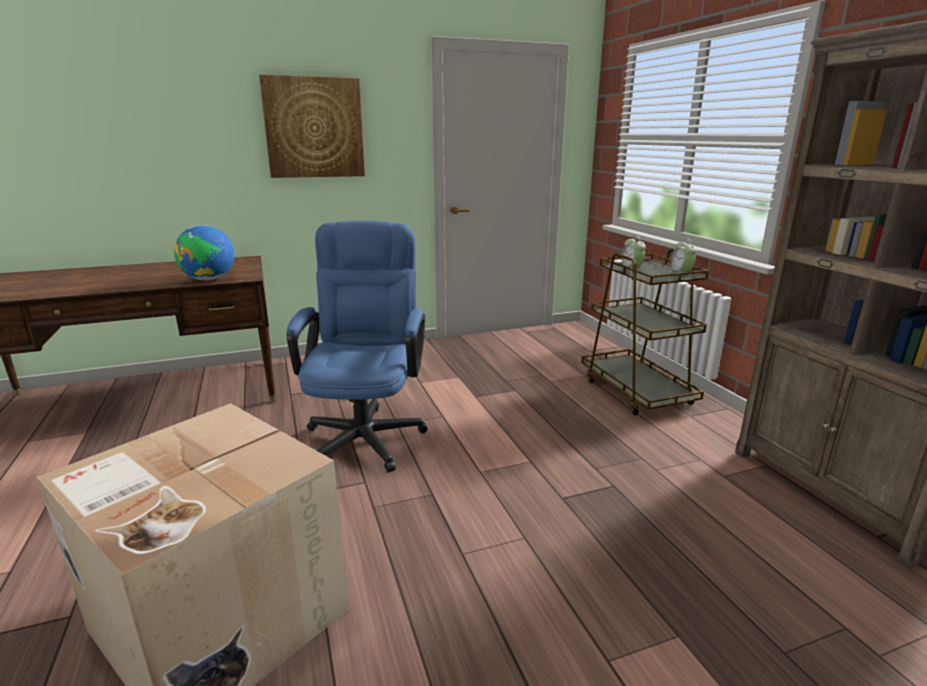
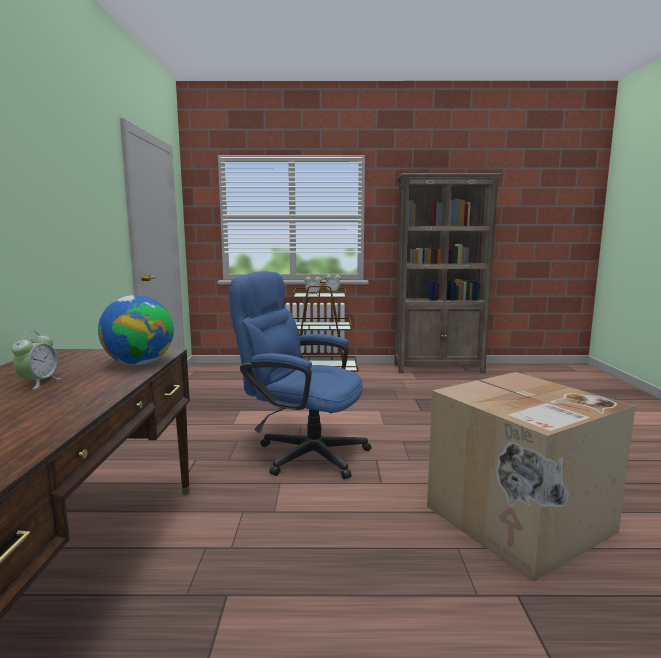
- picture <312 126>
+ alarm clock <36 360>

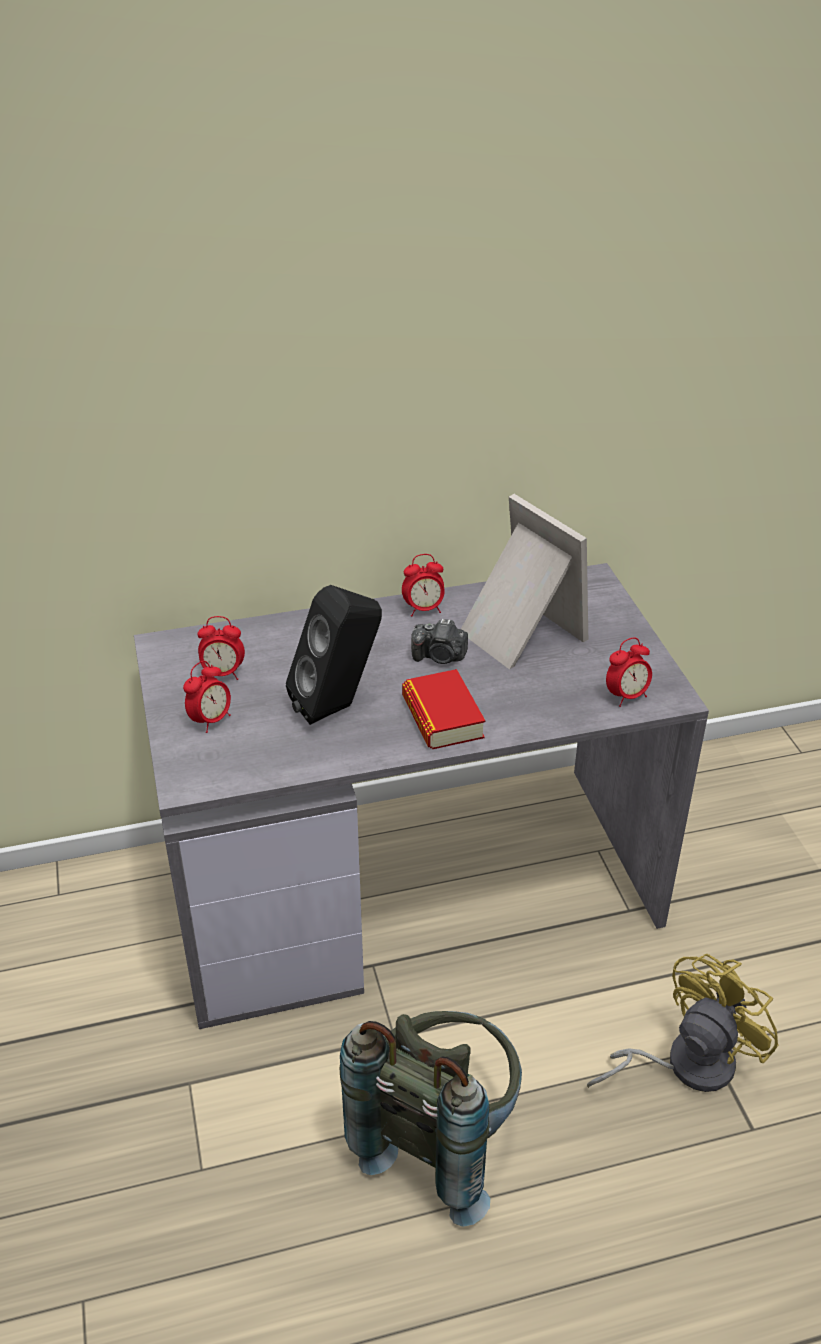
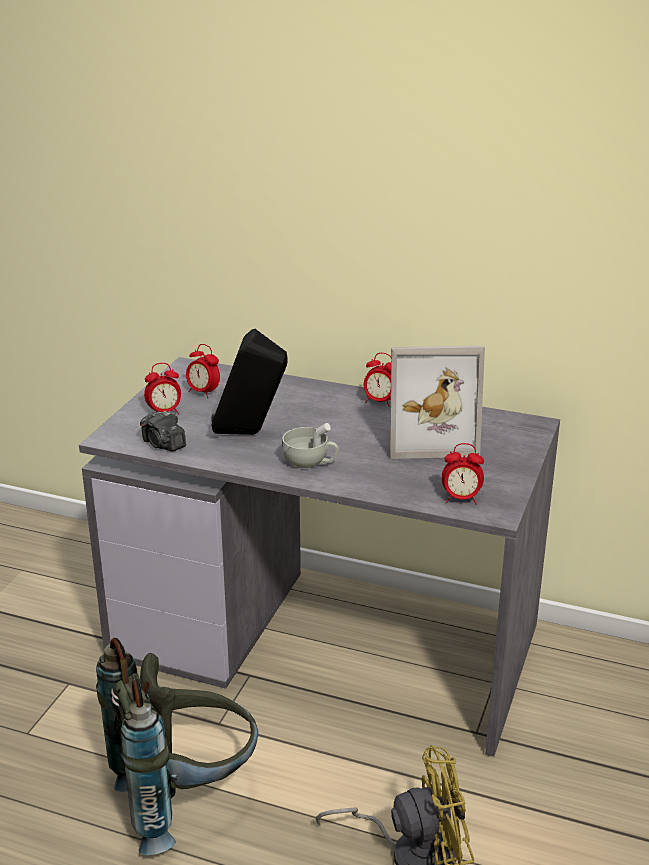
~ book <443 709> to cup in white <310 445>
~ photo camera <439 641> to <163 431>
~ picture frame <524 581> = <437 402> 90 degrees clockwise

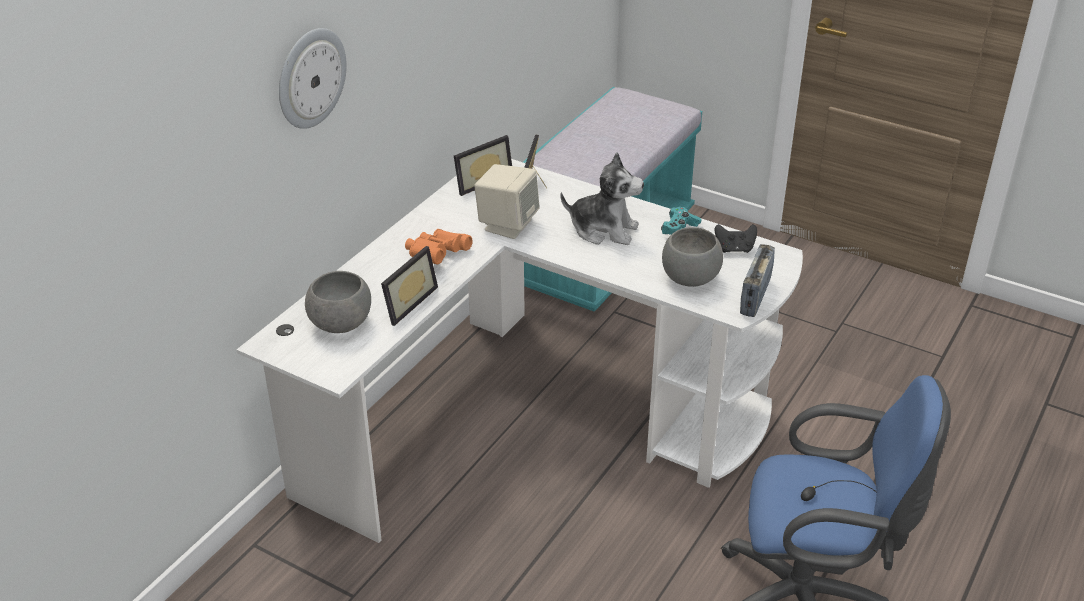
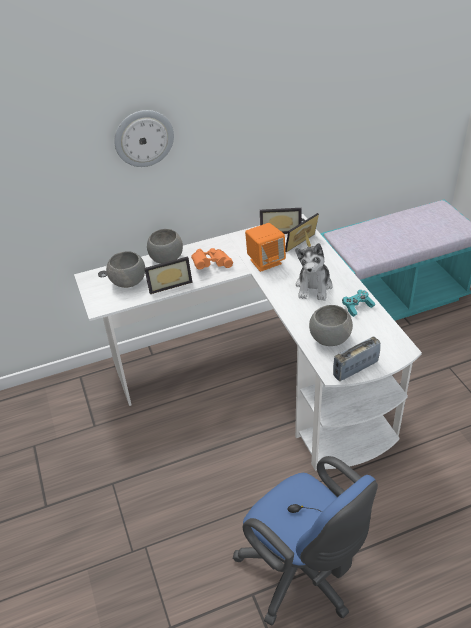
~ speaker in beige <507 201> to speaker in orange <265 247>
~ plush toy <602 198> = <314 272> 45 degrees clockwise
- game controller in black <736 238>
+ bowl in grey <165 246>

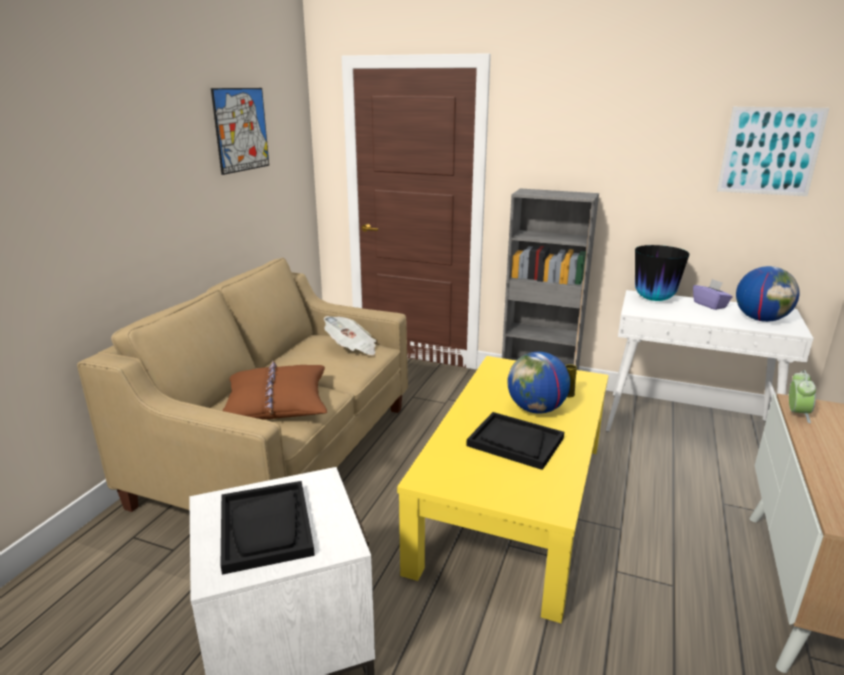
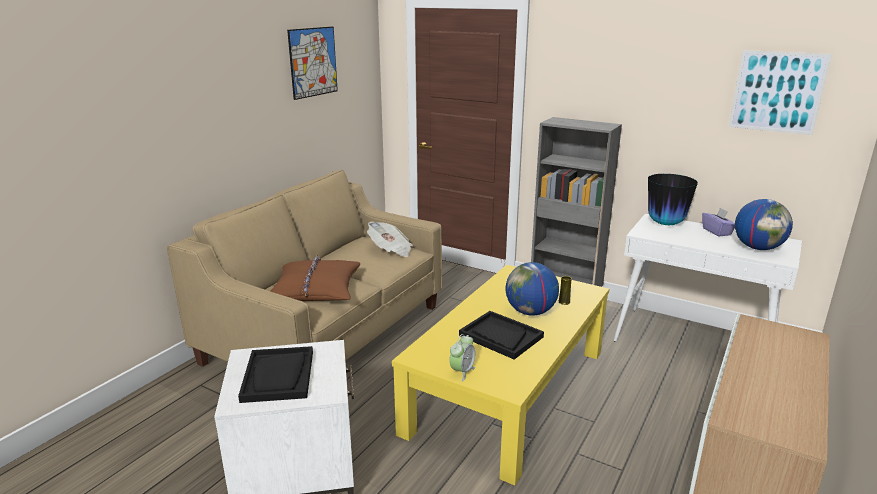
~ alarm clock <802 396> to <462 357>

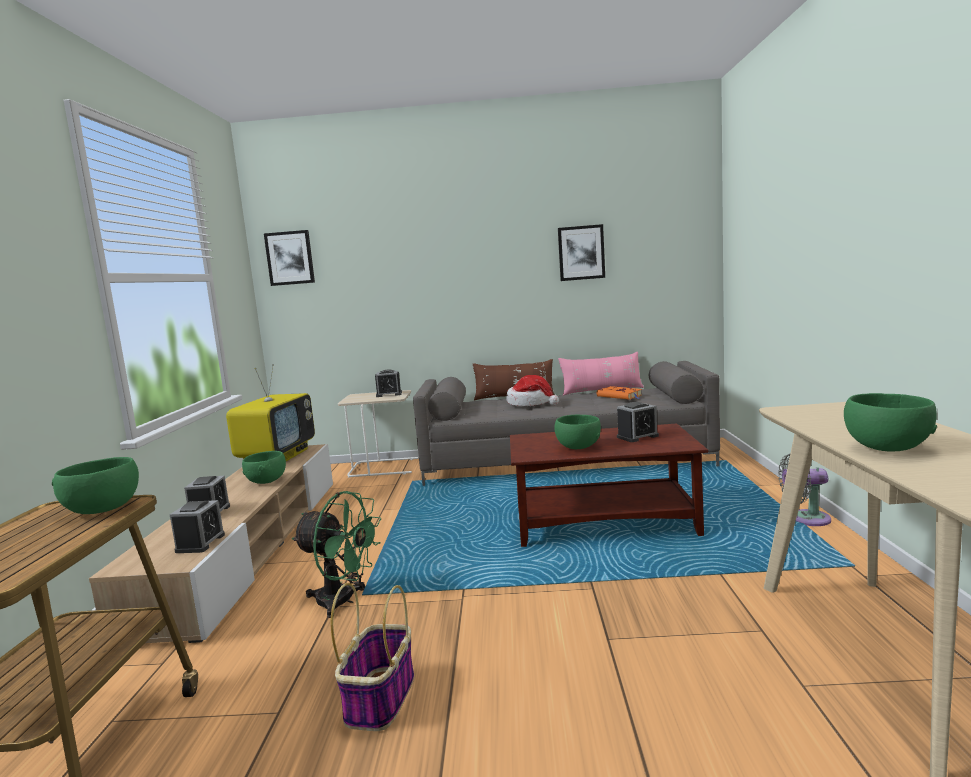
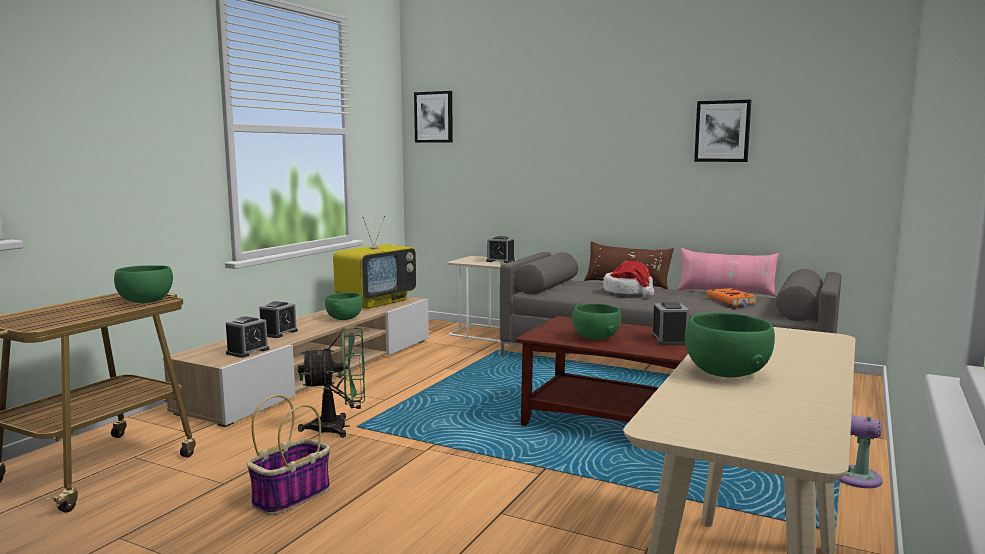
~ fan in green <337 554> = <331 383> 60 degrees counterclockwise
~ alarm clock <638 422> = <670 324> 90 degrees counterclockwise

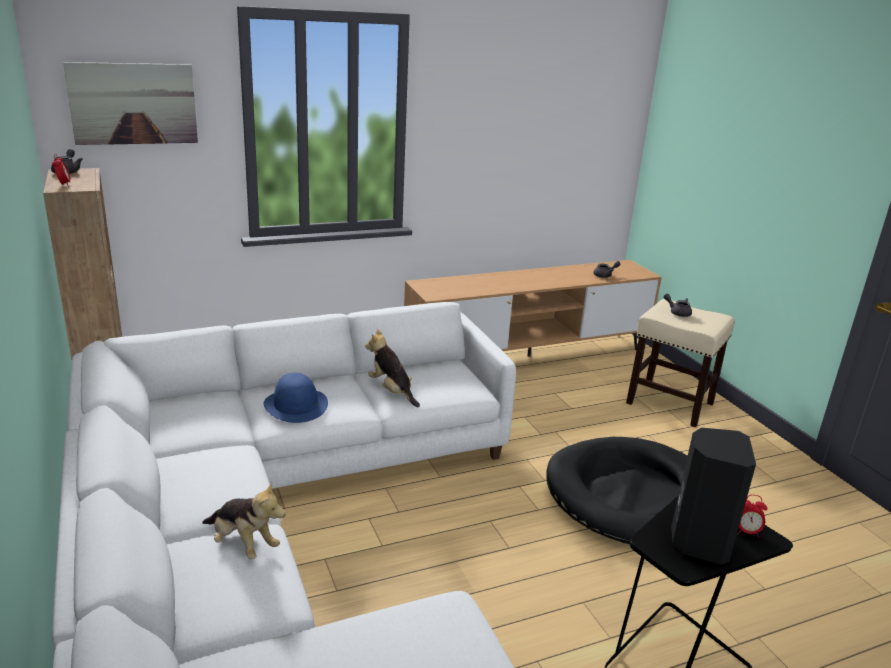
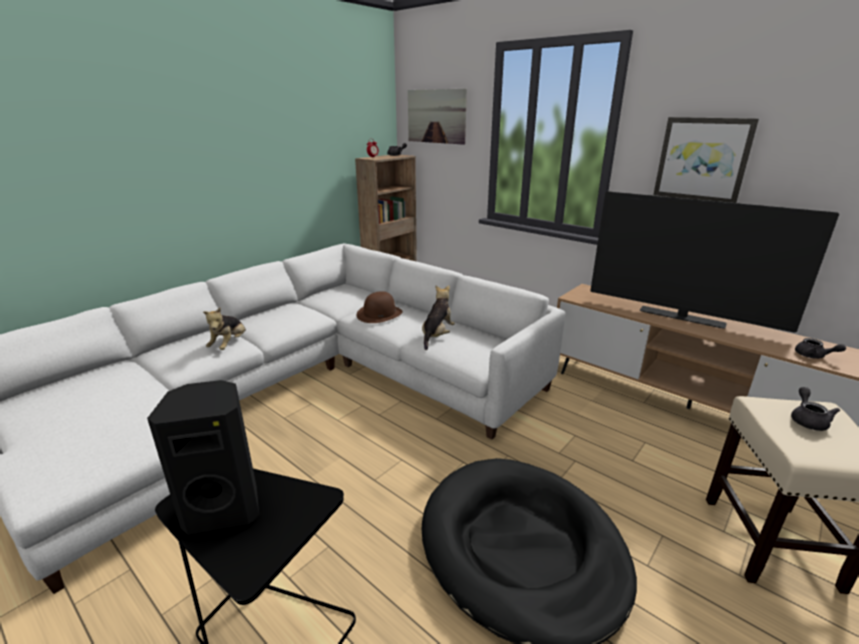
~ hat in blue <296 398> to hat in brown <380 307>
- alarm clock <752 516>
+ television <714 262>
+ picture <706 160>

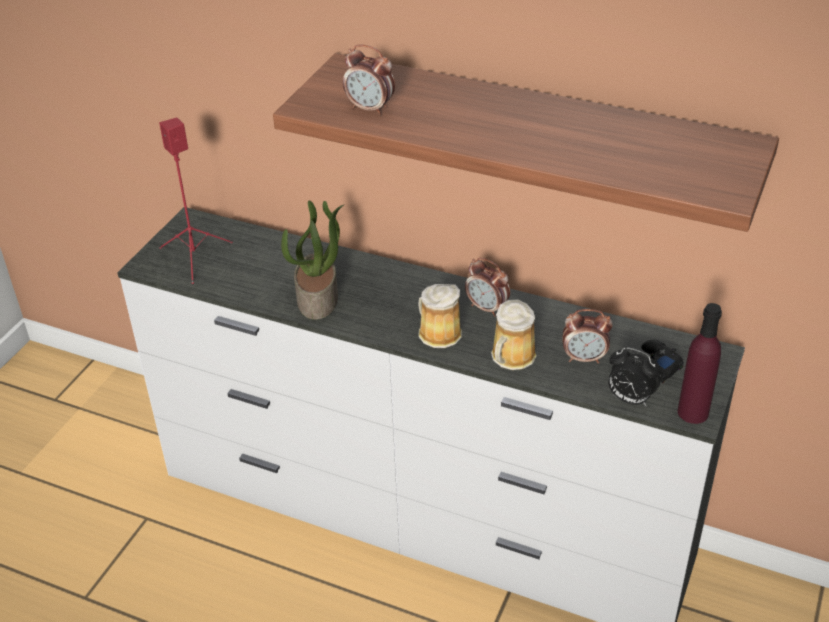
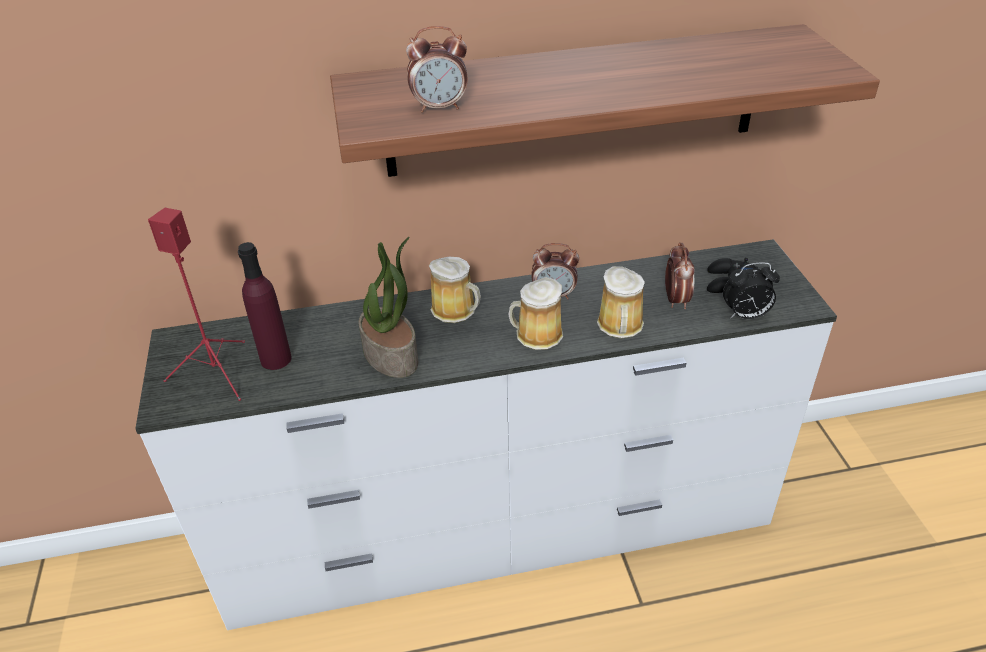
~ alarm clock <587 336> = <680 276> 60 degrees counterclockwise
~ bottle in purple <699 363> to <265 306>
+ mug <455 290>

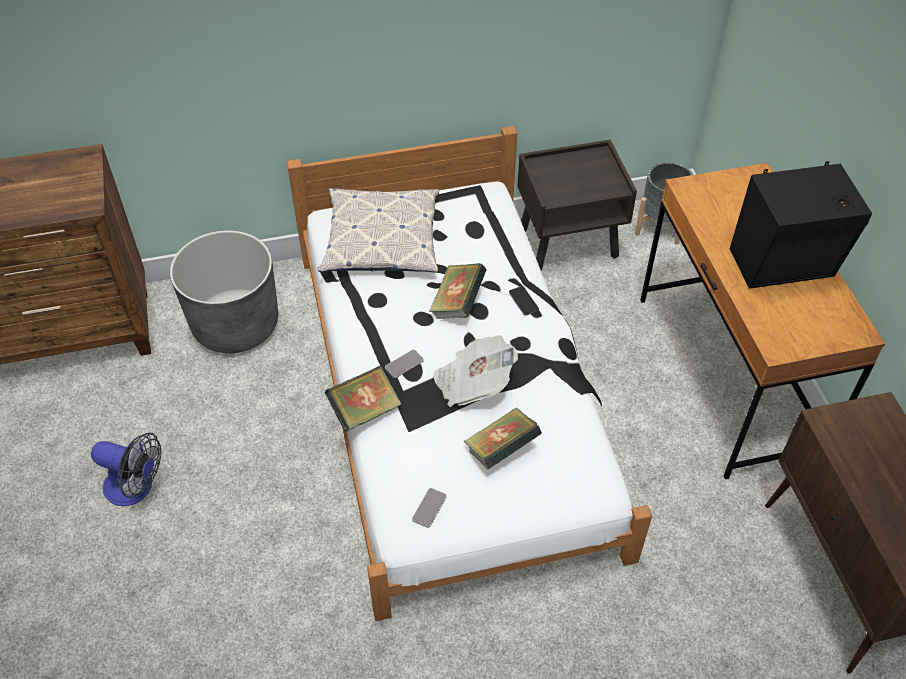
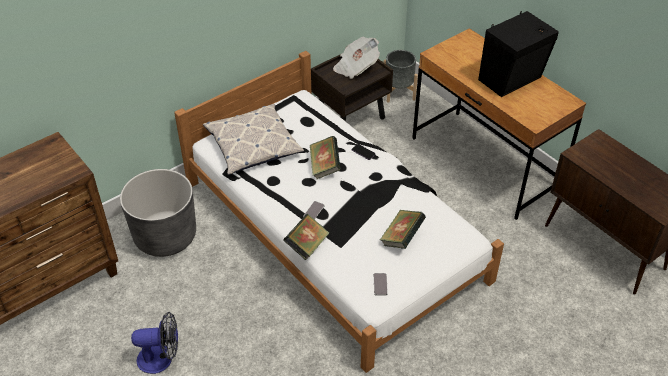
~ newspaper <475 371> to <356 58>

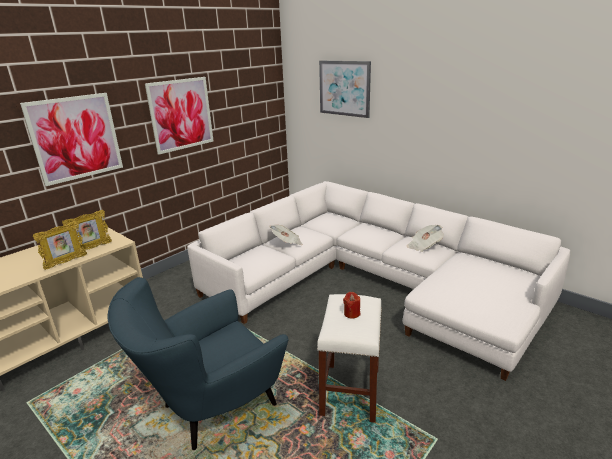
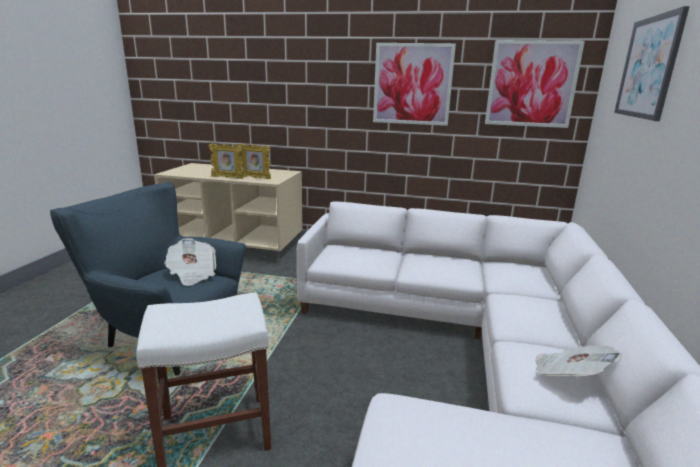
~ picture <71 139> to <535 84>
~ newspaper <286 235> to <190 262>
- candle in red <351 305>

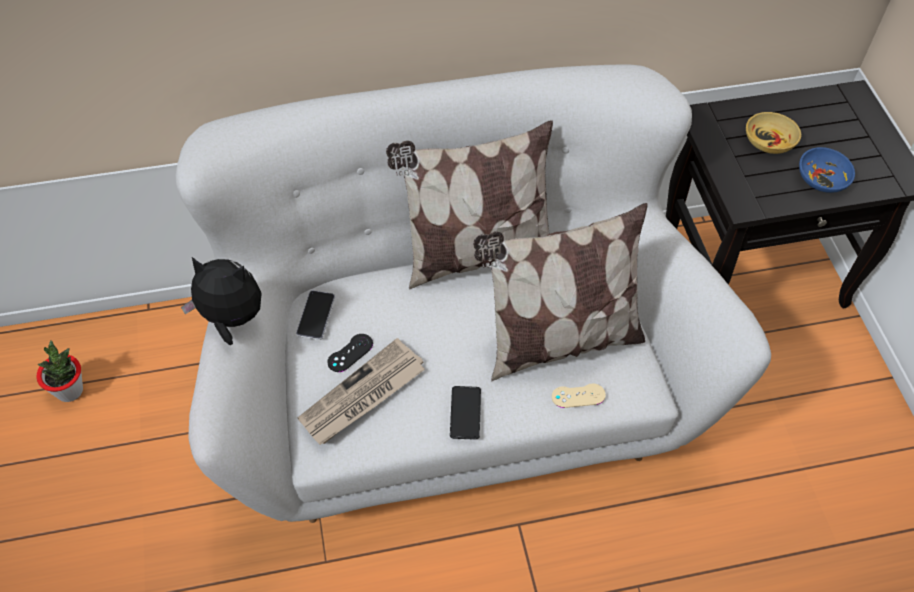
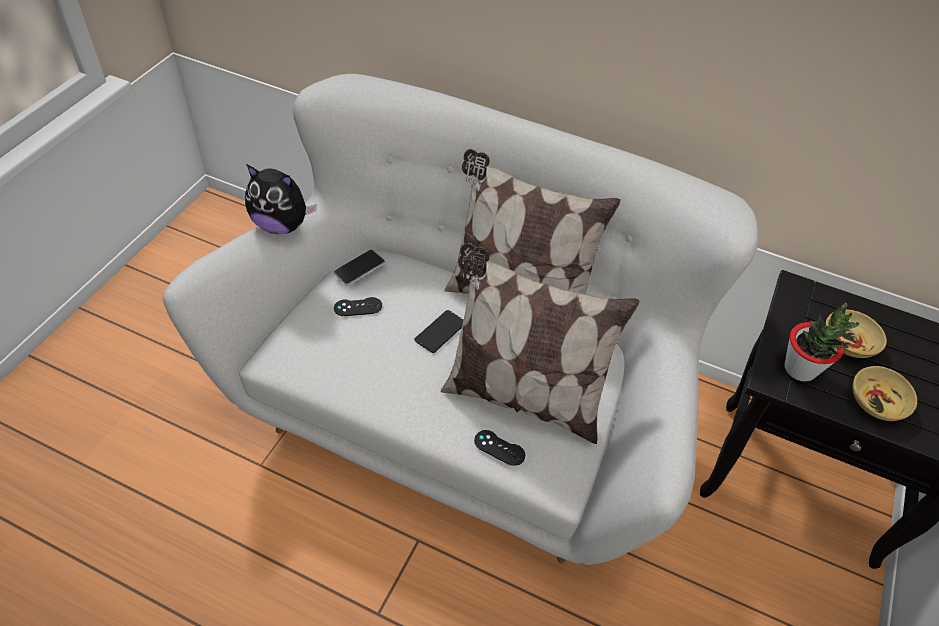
~ potted plant <59 371> to <822 342>
~ plush toy <221 301> = <281 199> 150 degrees clockwise
- newspaper <361 391>
~ phone <465 413> to <439 331>
~ game controller in beige <579 395> to game controller in black <499 448>
~ bowl in blue <827 170> to bowl in beige <885 393>

